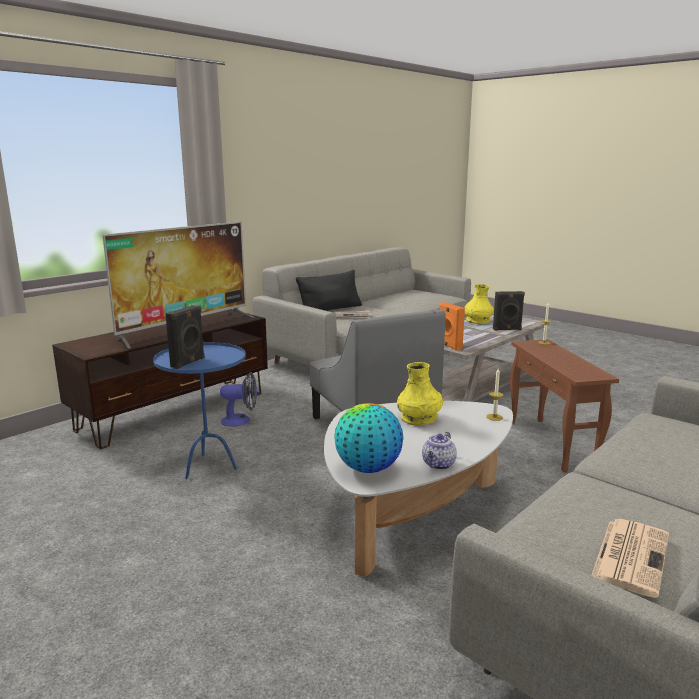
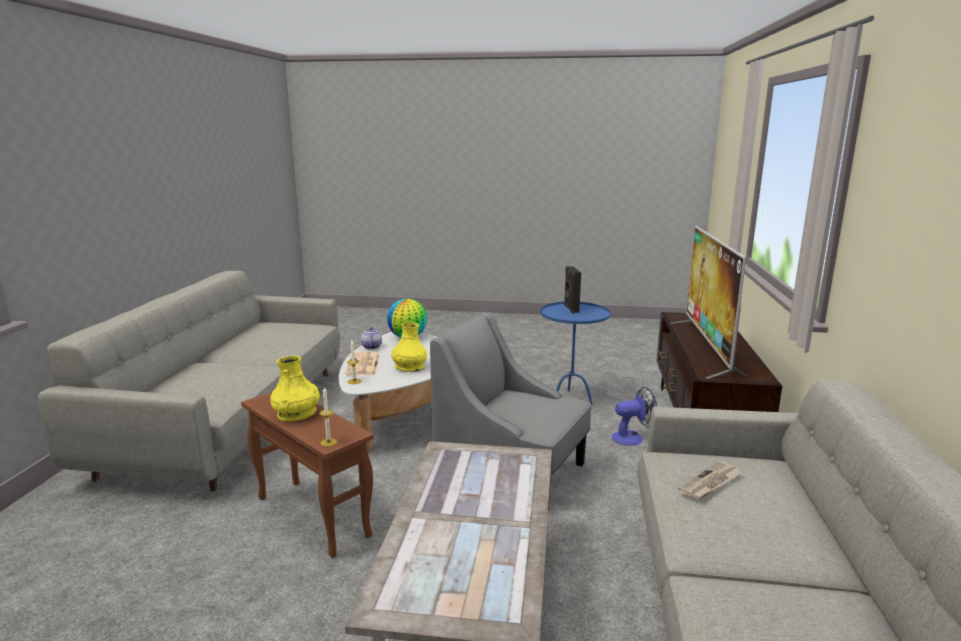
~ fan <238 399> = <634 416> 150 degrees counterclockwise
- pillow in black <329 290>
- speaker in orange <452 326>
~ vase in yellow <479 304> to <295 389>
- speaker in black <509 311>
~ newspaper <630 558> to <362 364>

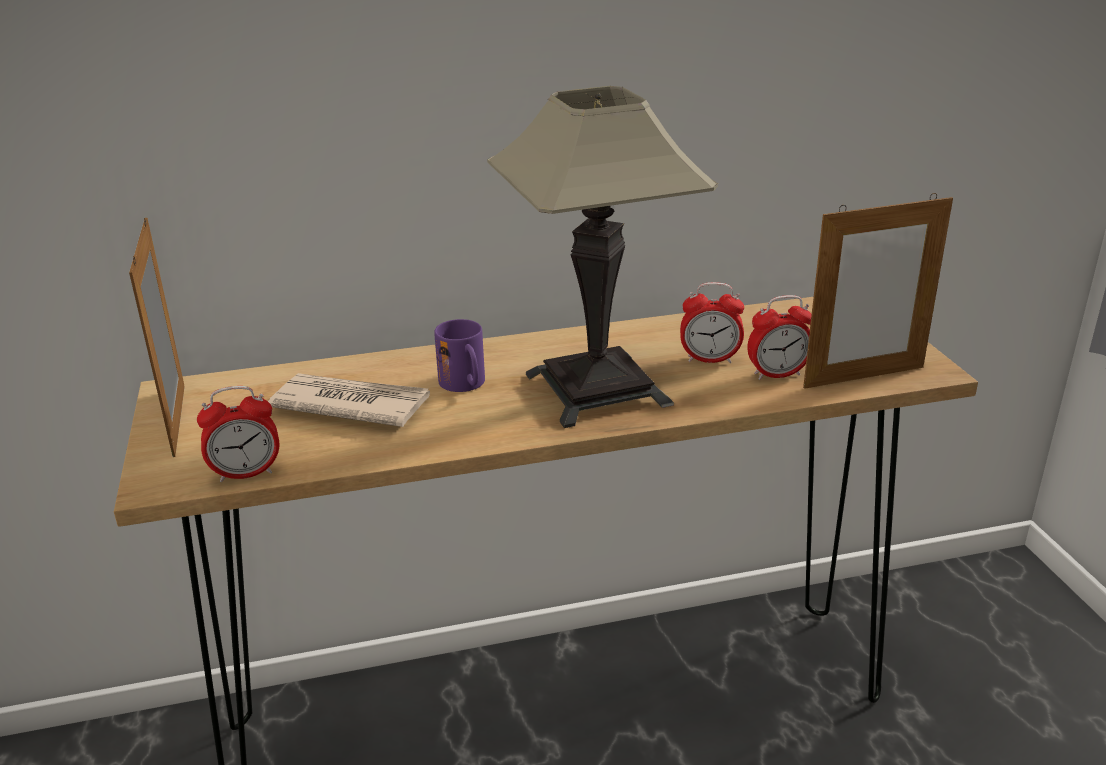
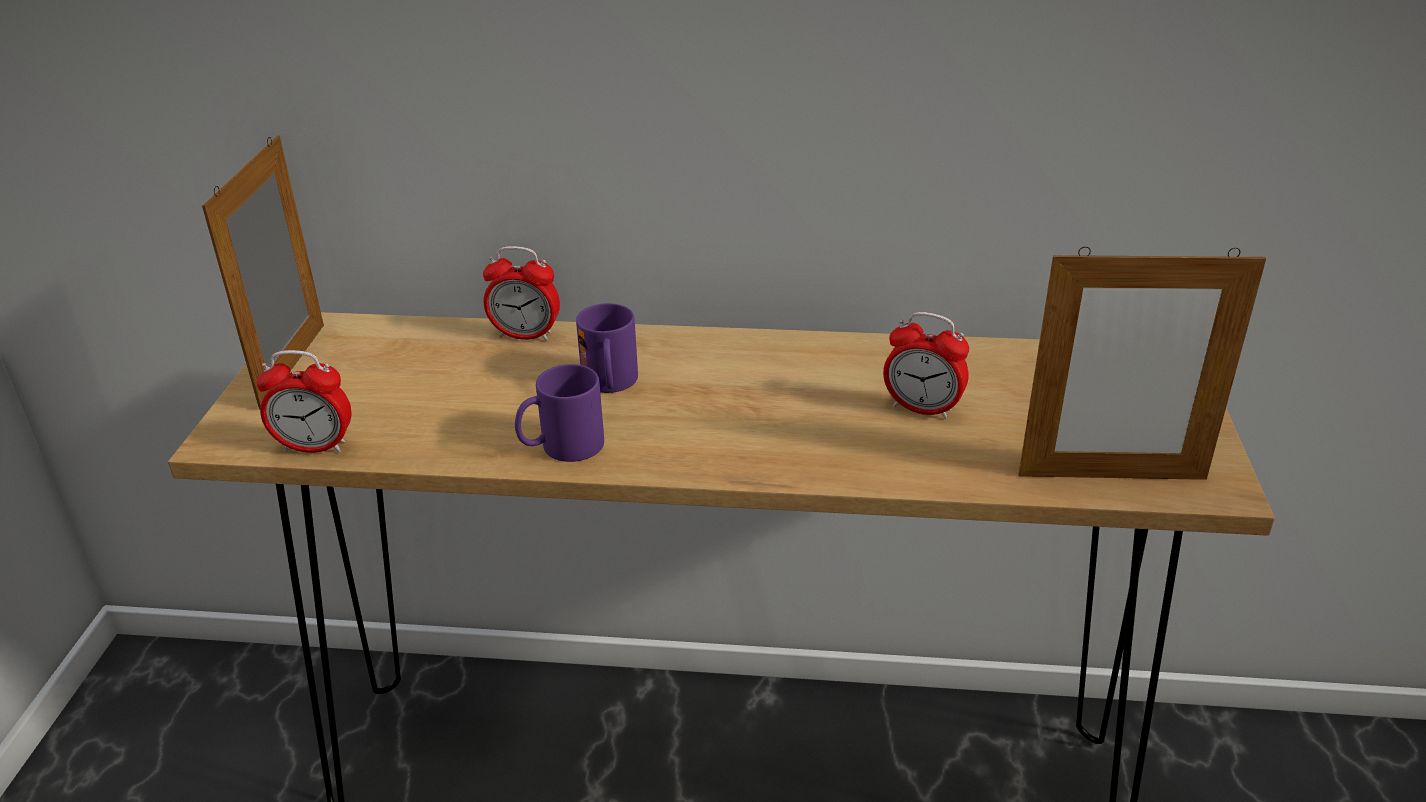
- newspaper <349 400>
- table lamp <602 257>
~ alarm clock <779 337> to <521 293>
+ mug in purple <559 413>

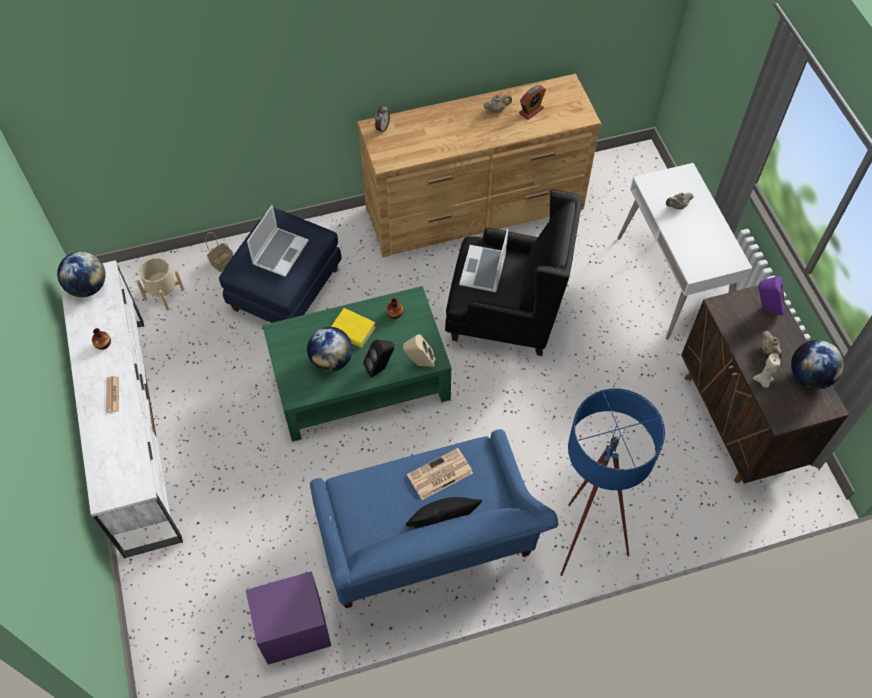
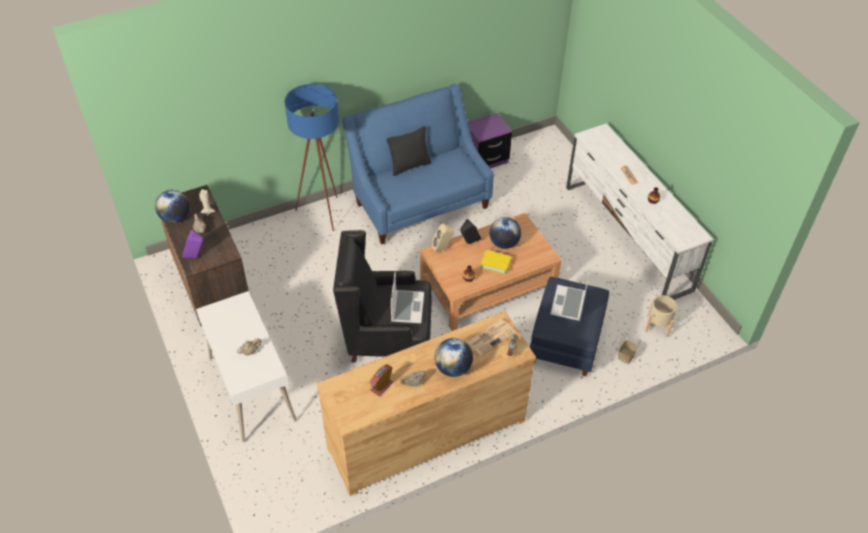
~ globe <81 274> to <453 357>
~ coffee table in green <357 364> to coffee table in brown <491 272>
~ newspaper <440 474> to <491 337>

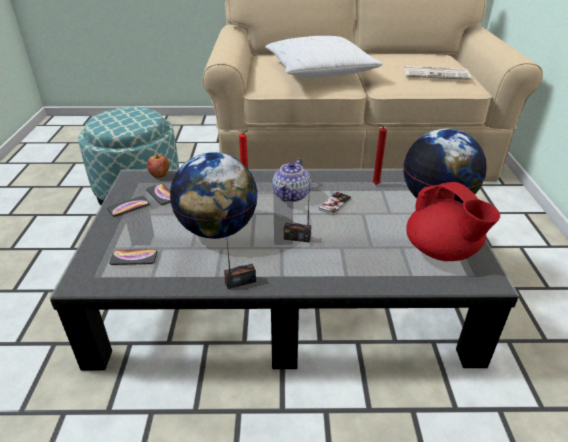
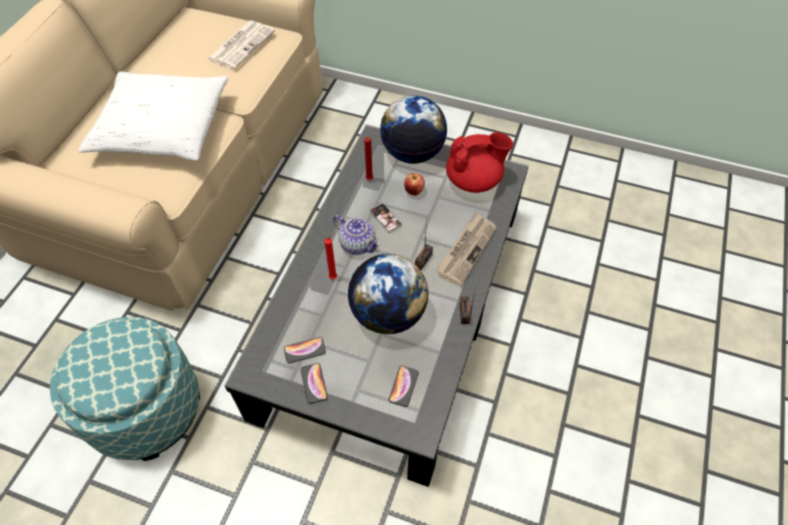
~ apple <158 166> to <414 184>
+ newspaper <466 249>

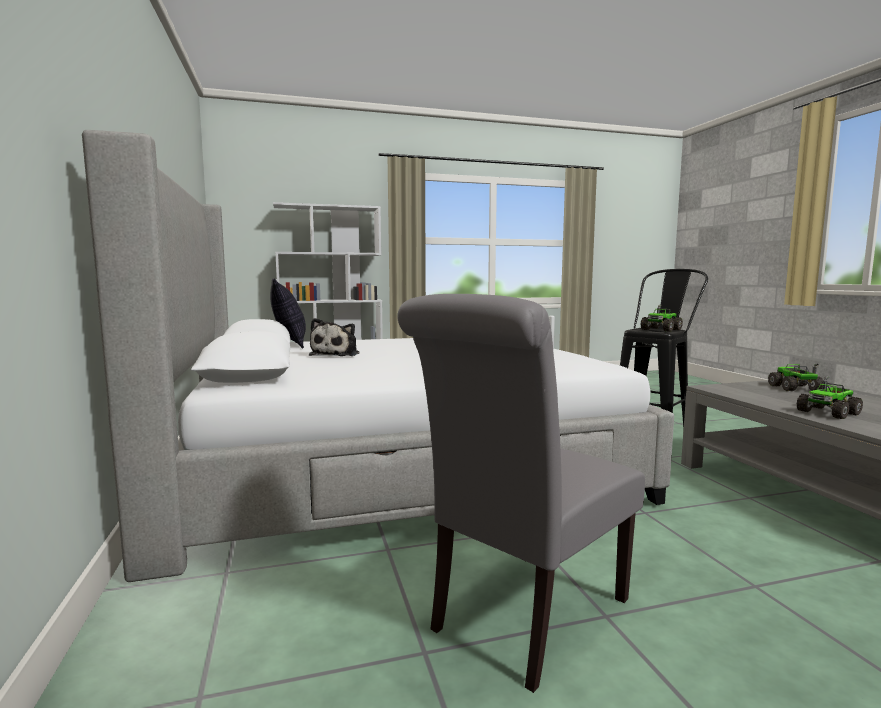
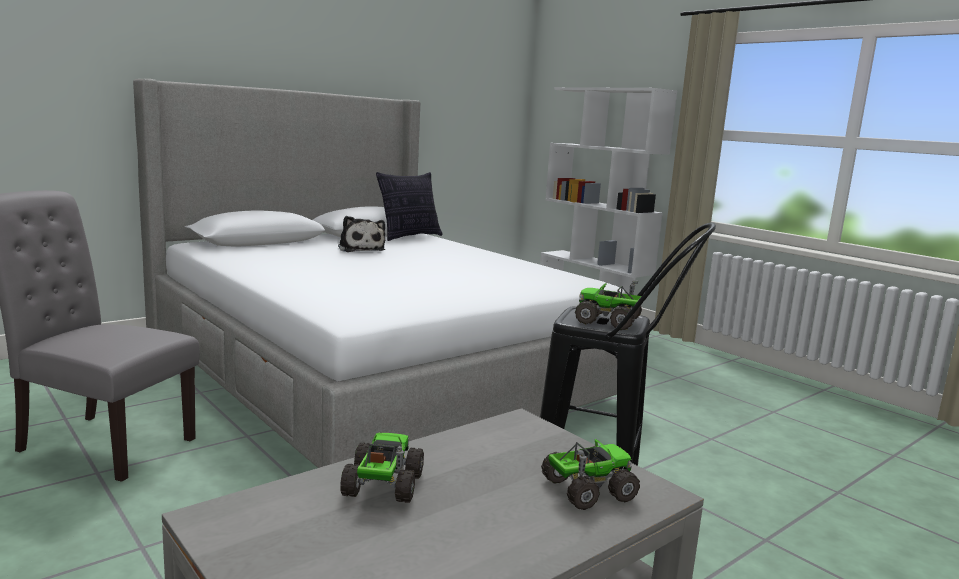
~ plush toy <334 337> = <361 234> 105 degrees counterclockwise
~ toy truck <830 397> = <382 468> 60 degrees clockwise

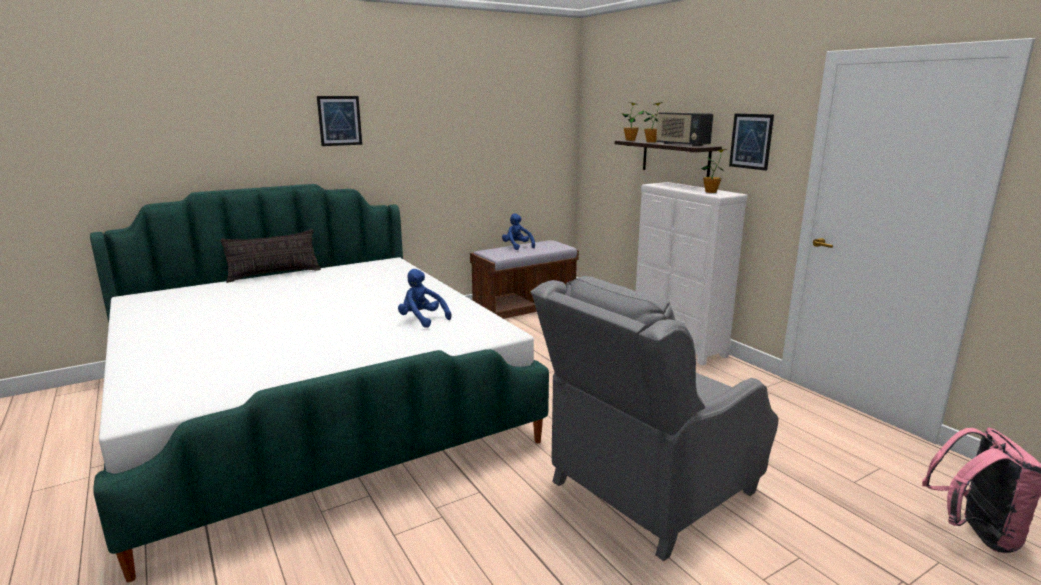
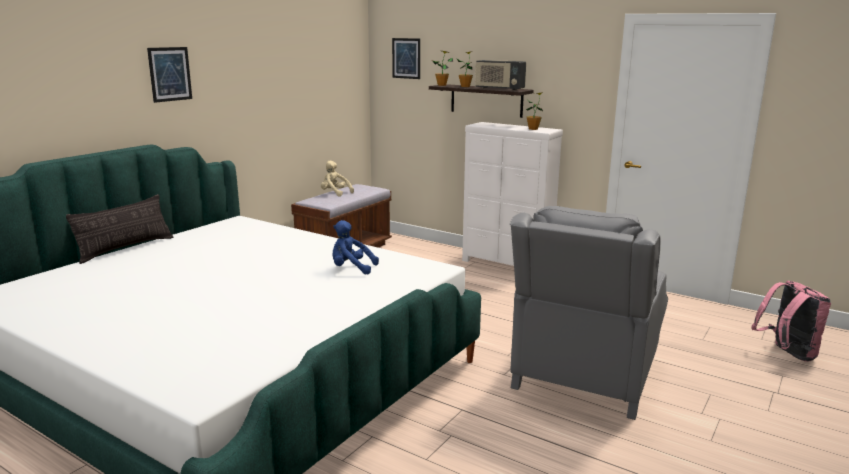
~ plush toy in blue <518 231> to plush toy in beige <337 179>
~ picture <751 142> to <406 58>

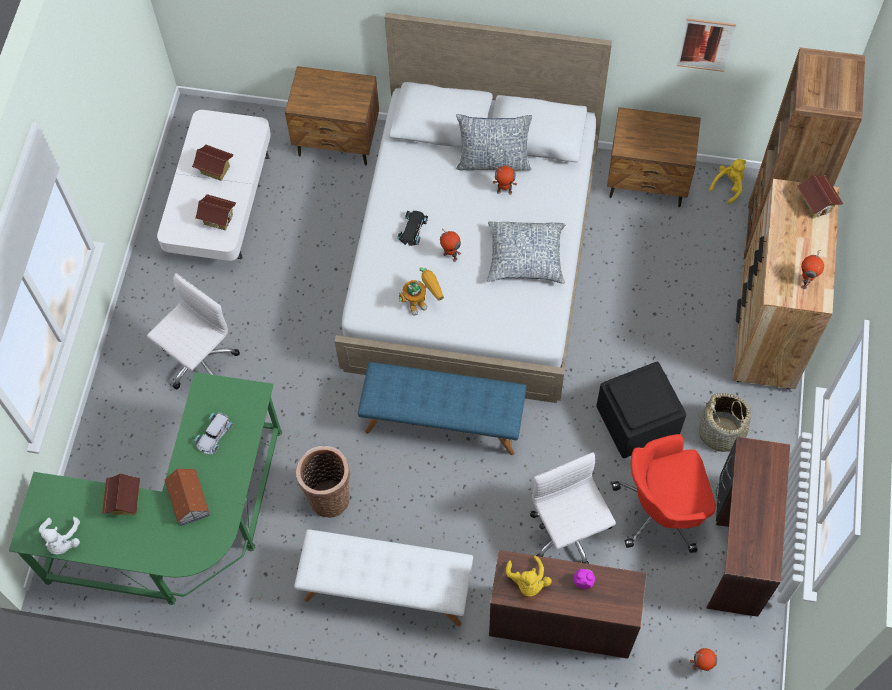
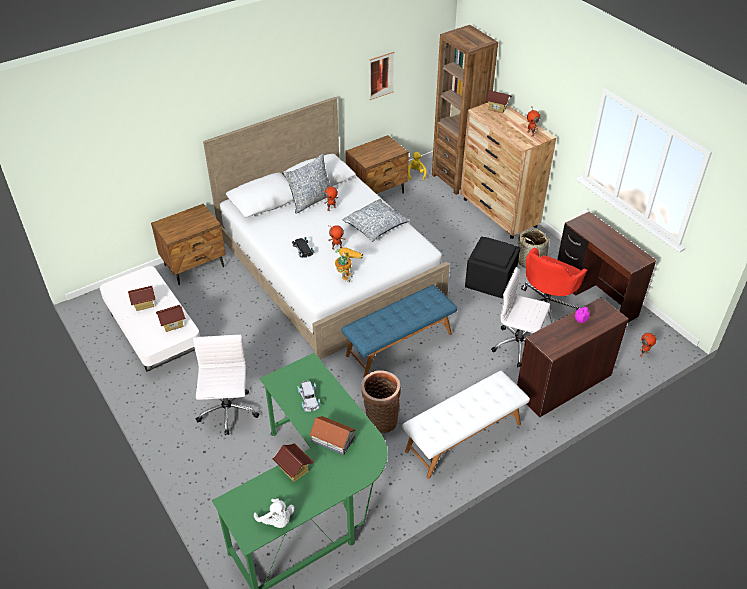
- plush toy in yellow <529 576>

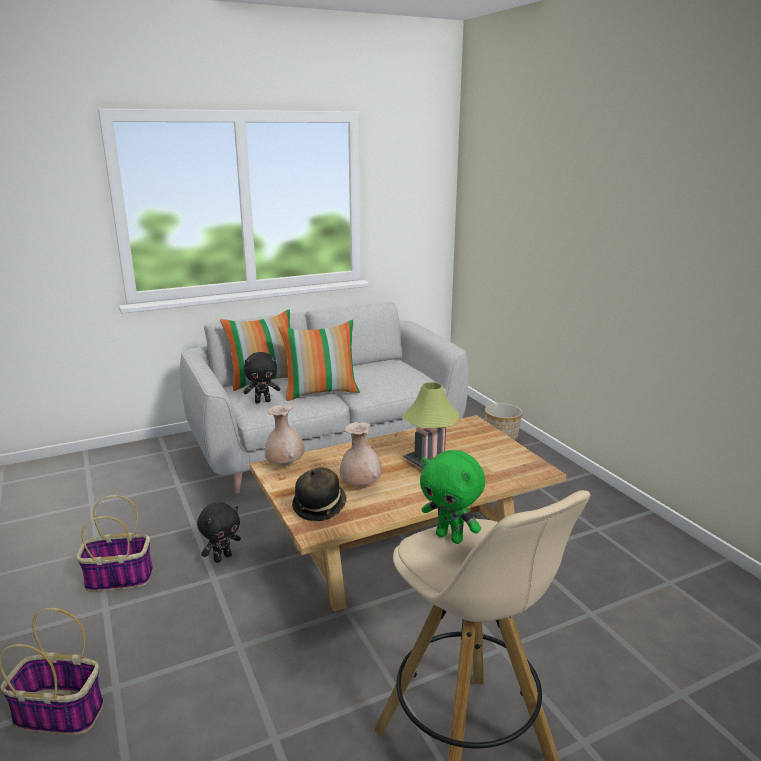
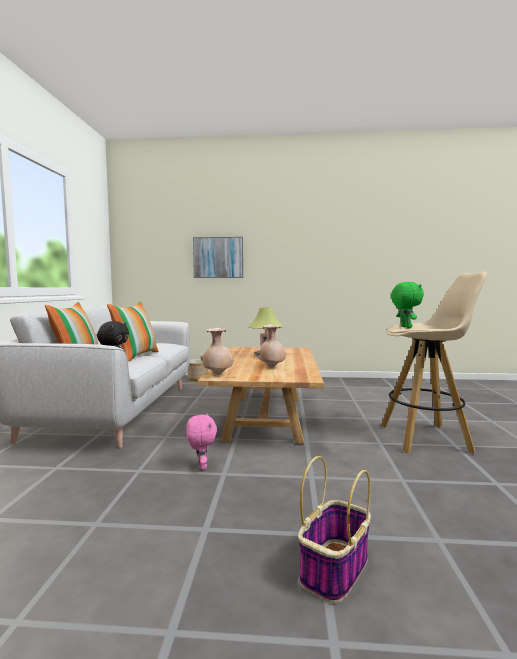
- basket <115 543>
~ plush toy in black <219 532> to plush toy in pink <201 441>
- hat <319 494>
~ plush toy in green <452 497> = <407 305> 75 degrees counterclockwise
+ picture <218 257>

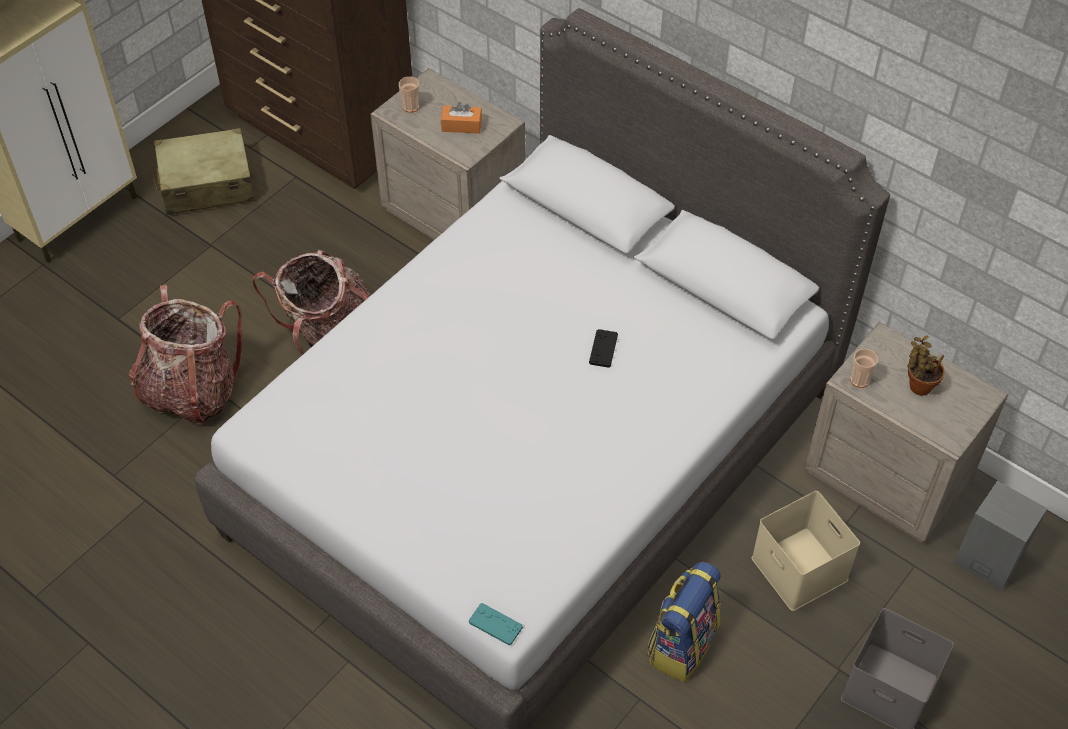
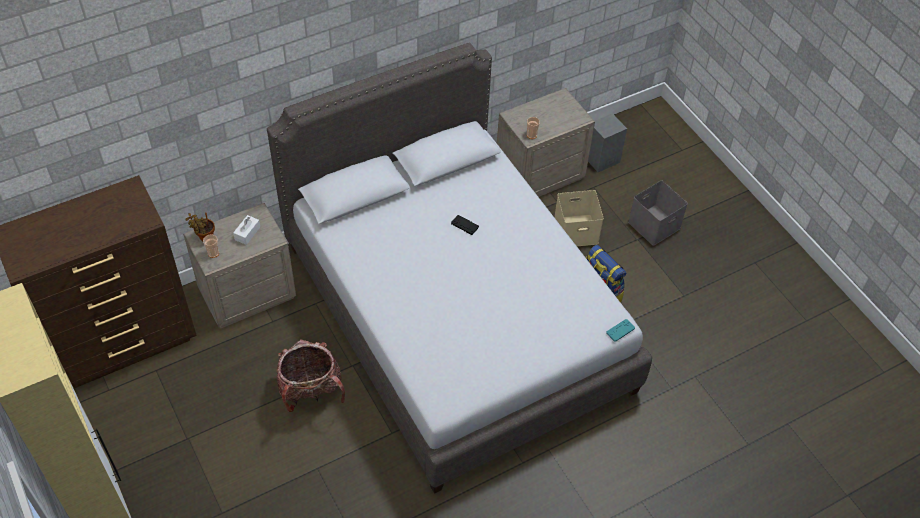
- backpack <185 354>
- suitcase in beige <204 171>
~ tissue box in orange <461 118> to tissue box in white <246 230>
~ potted plant <926 366> to <200 226>

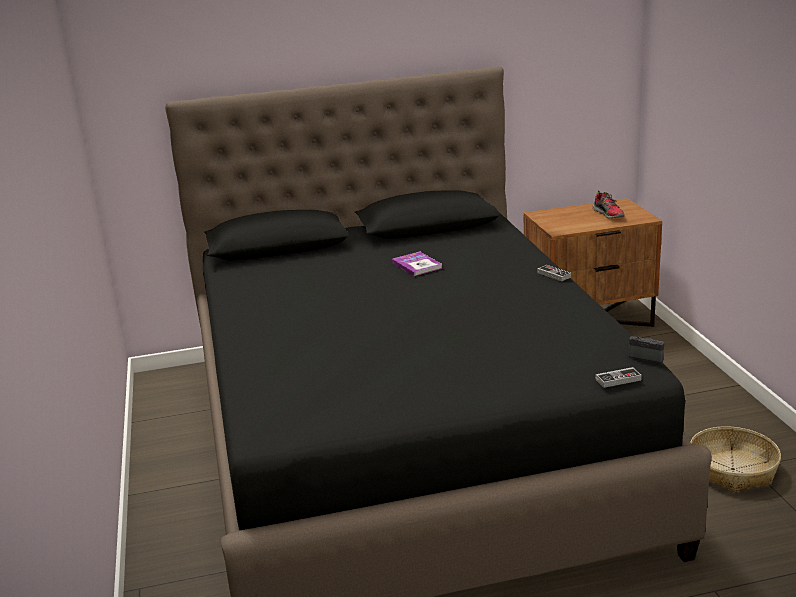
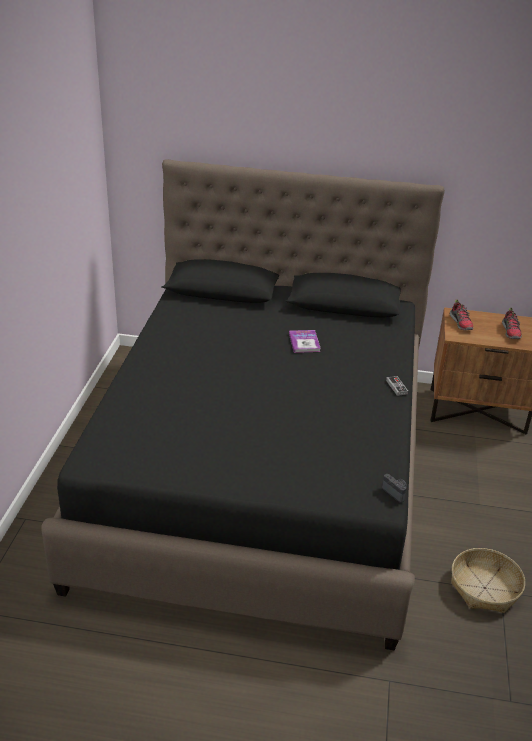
- game controller <619 377>
+ shoe <461 314>

